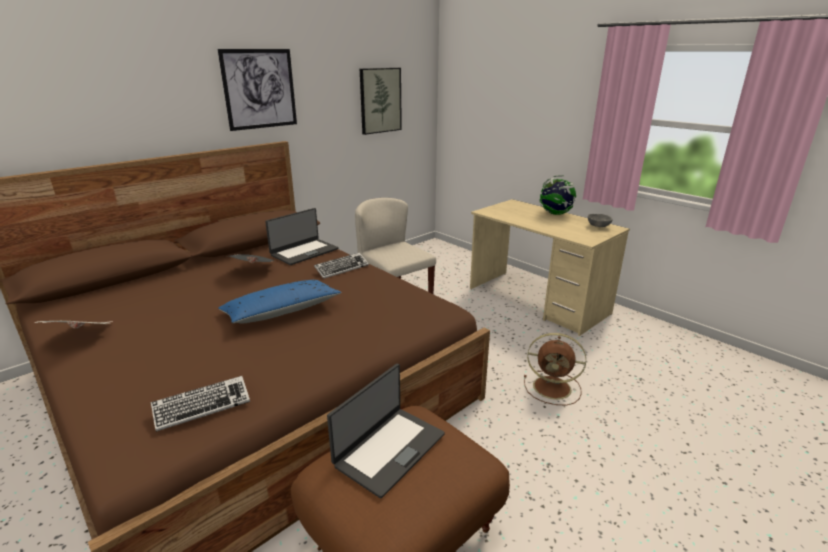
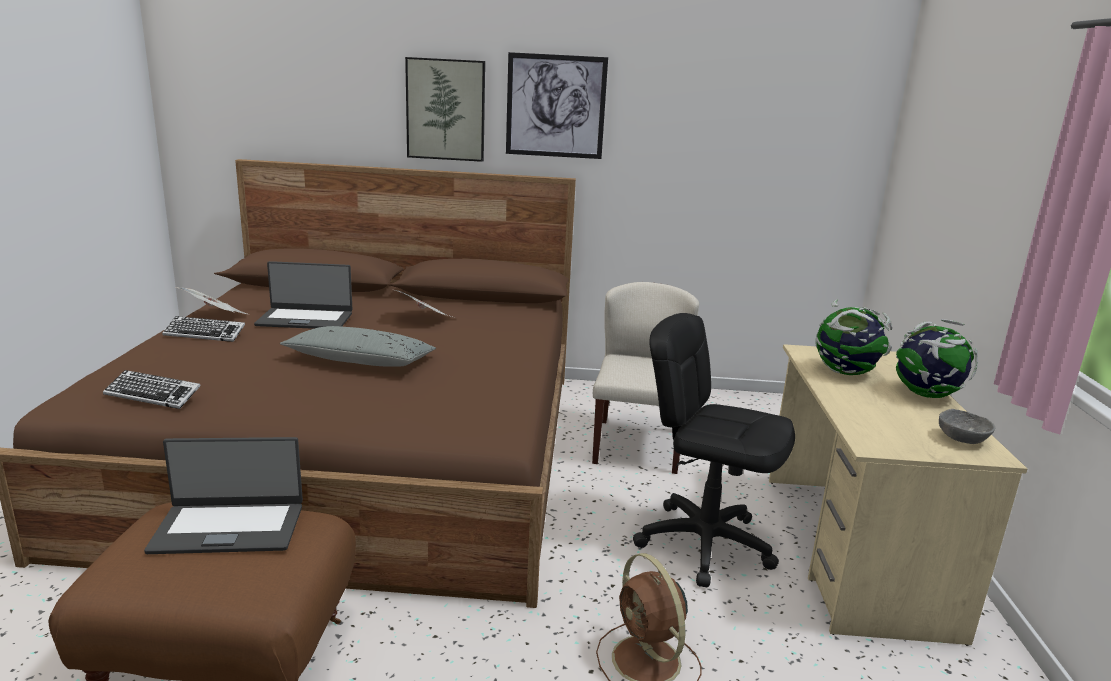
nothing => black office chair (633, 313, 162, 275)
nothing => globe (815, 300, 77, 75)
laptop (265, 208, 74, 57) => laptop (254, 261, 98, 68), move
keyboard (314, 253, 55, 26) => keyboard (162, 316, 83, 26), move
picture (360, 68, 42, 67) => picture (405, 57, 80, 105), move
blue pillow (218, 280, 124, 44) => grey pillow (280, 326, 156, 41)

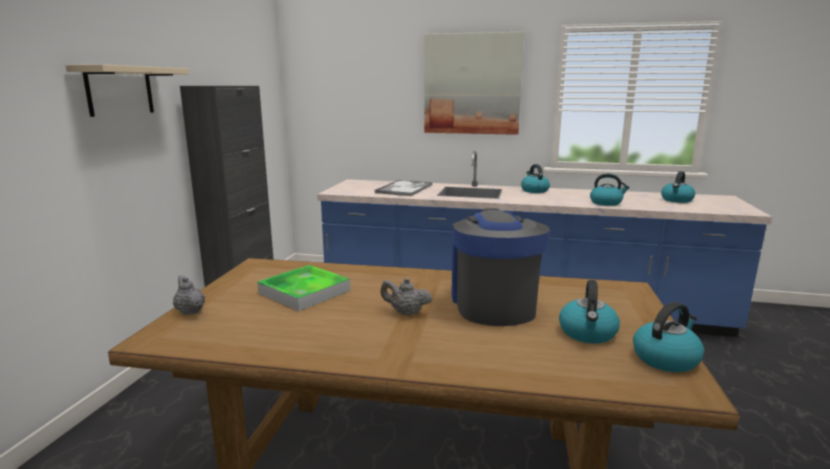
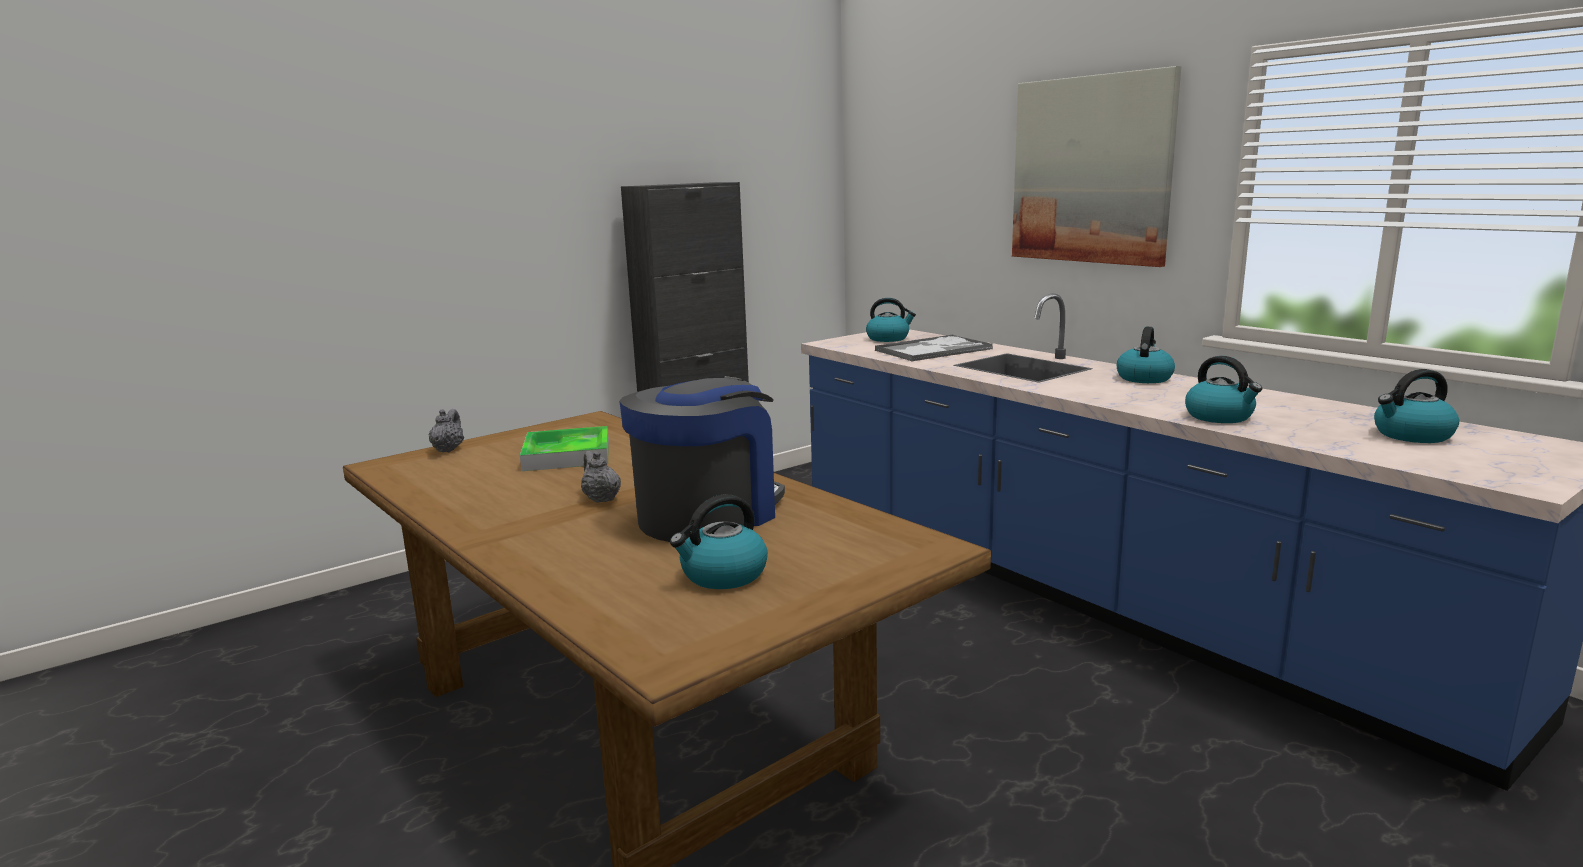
beige shelf (65, 64, 125, 53) => nothing
kettle (633, 302, 71, 70) => kettle (866, 298, 50, 44), move

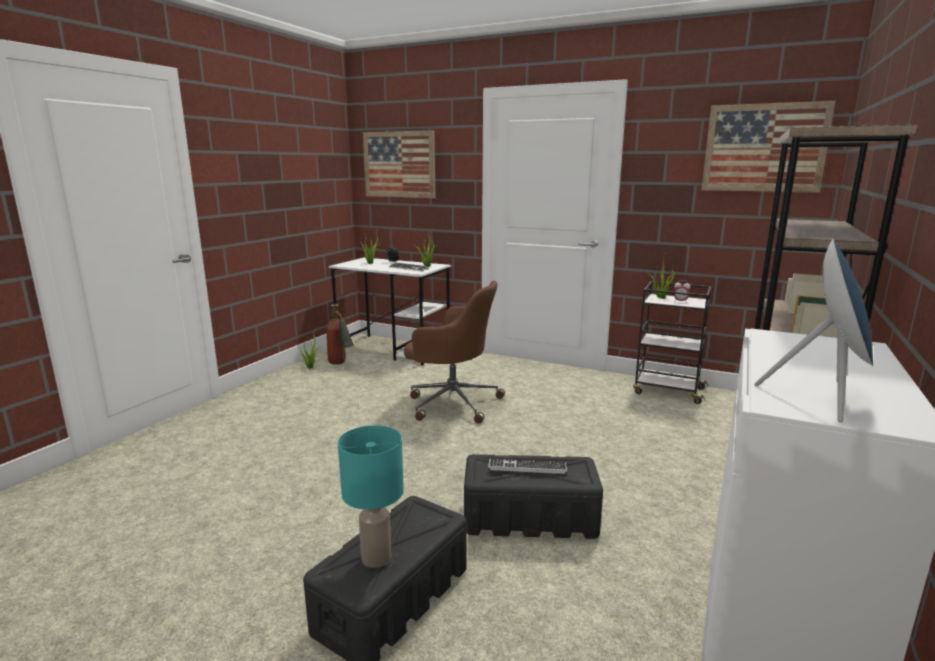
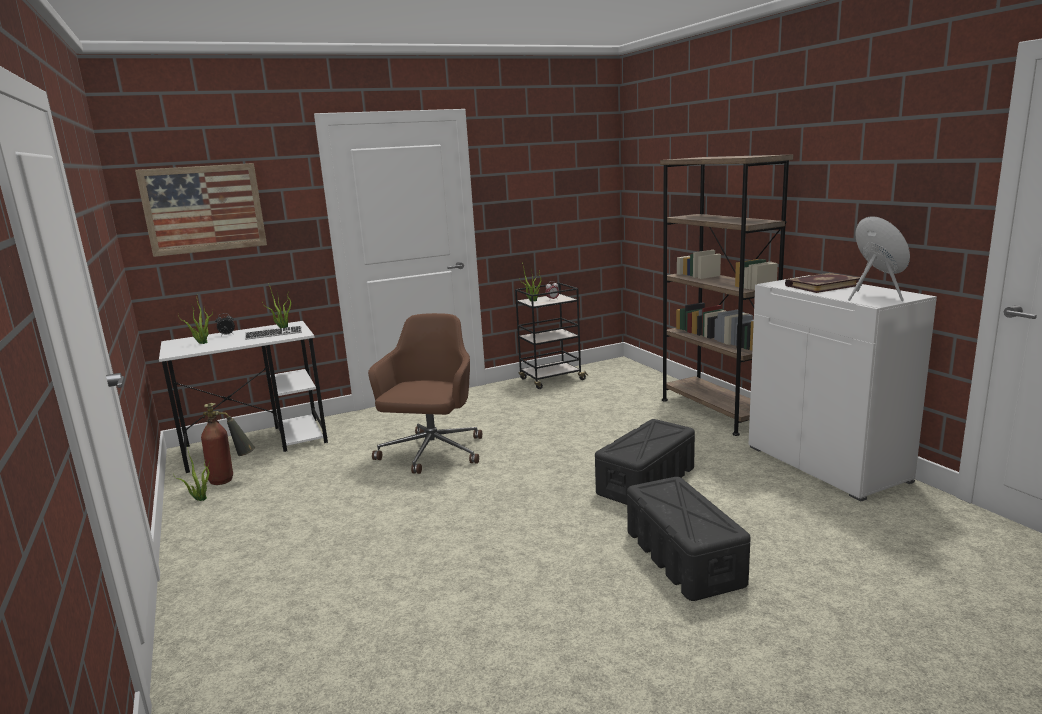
turquoise table lamp (338, 425, 66, 143) => nothing
keyboard (488, 459, 79, 15) => nothing
picture (701, 101, 135, 92) => nothing
nothing => book (785, 273, 77, 20)
brown office chair (404, 281, 101, 143) => brown office chair (368, 313, 114, 161), 45 degrees counterclockwise

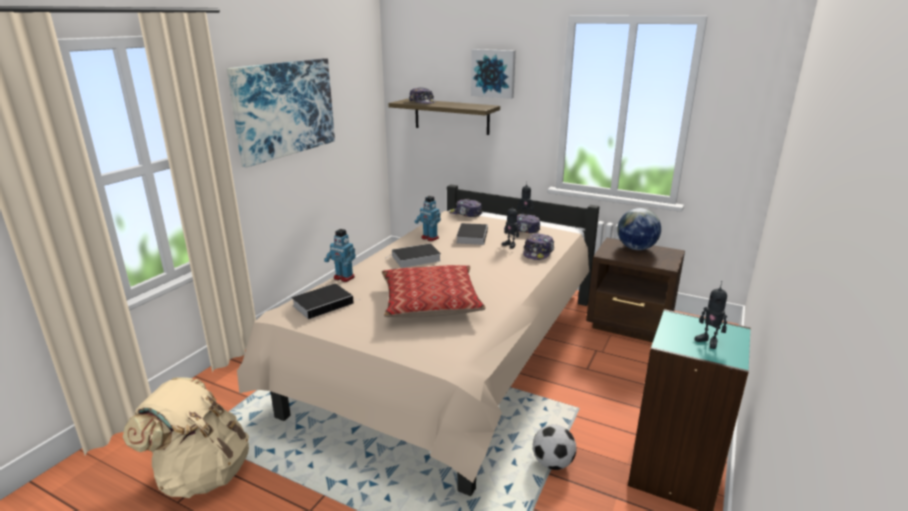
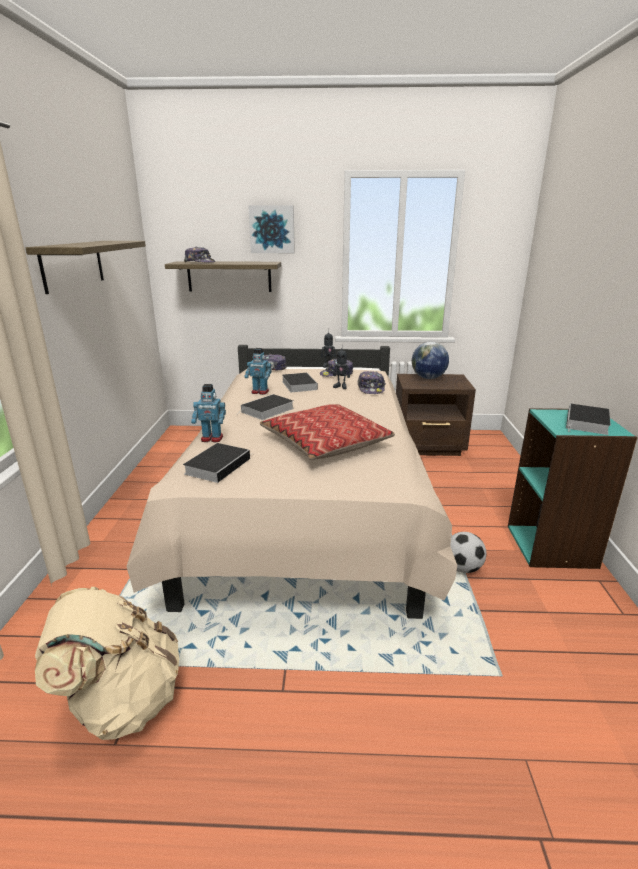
picture (227, 58, 108, 110) => shelf (25, 241, 121, 53)
toy robot (694, 281, 33, 68) => book (566, 404, 45, 31)

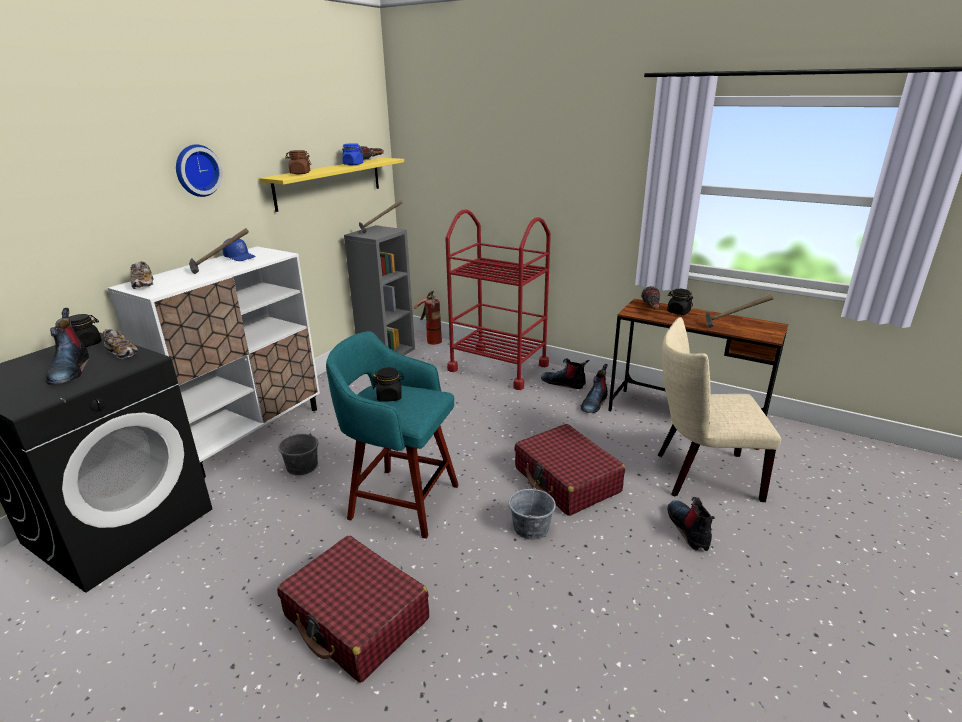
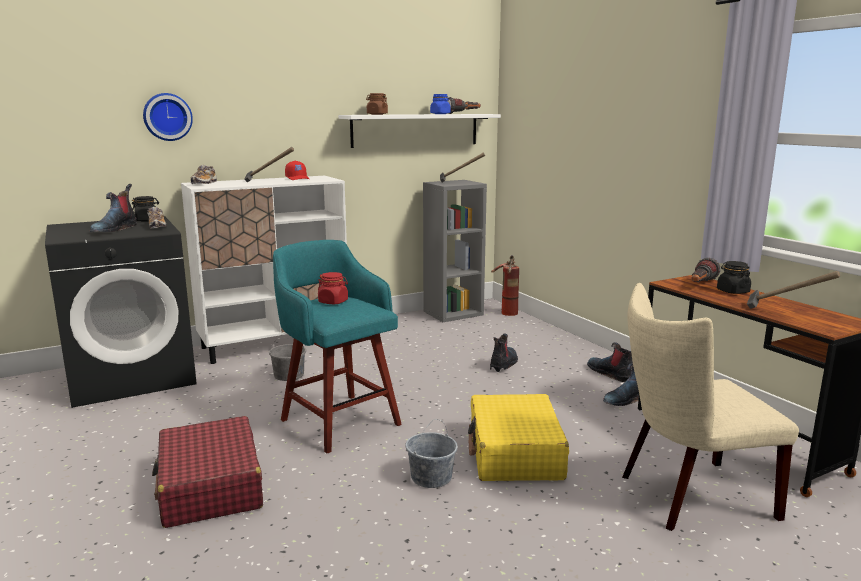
red cart (445, 209, 106, 181) => nothing
wall clock (176, 144, 47, 53) => wall clock (143, 93, 50, 48), move
boot (667, 497, 48, 54) => boot (490, 333, 28, 39), move
blue cap (222, 238, 34, 23) => red cap (285, 161, 24, 19)
yellow shelf (259, 158, 145, 54) => white shelf (338, 114, 163, 34)
black jar (373, 367, 31, 35) => red jar (318, 272, 30, 32)
red suitcase (514, 424, 111, 92) => yellow suitcase (468, 394, 101, 87)
beige chair (658, 317, 123, 185) => beige chair (622, 283, 177, 248), 45 degrees counterclockwise

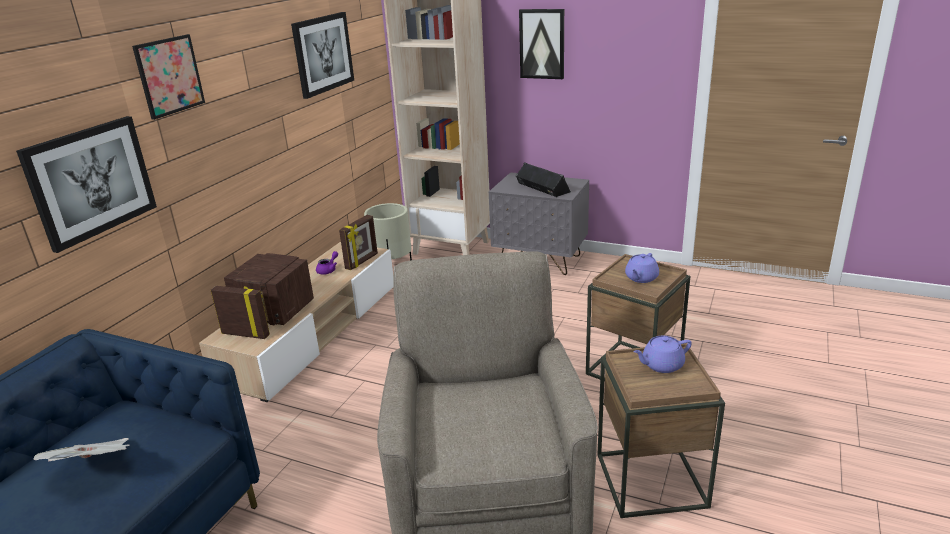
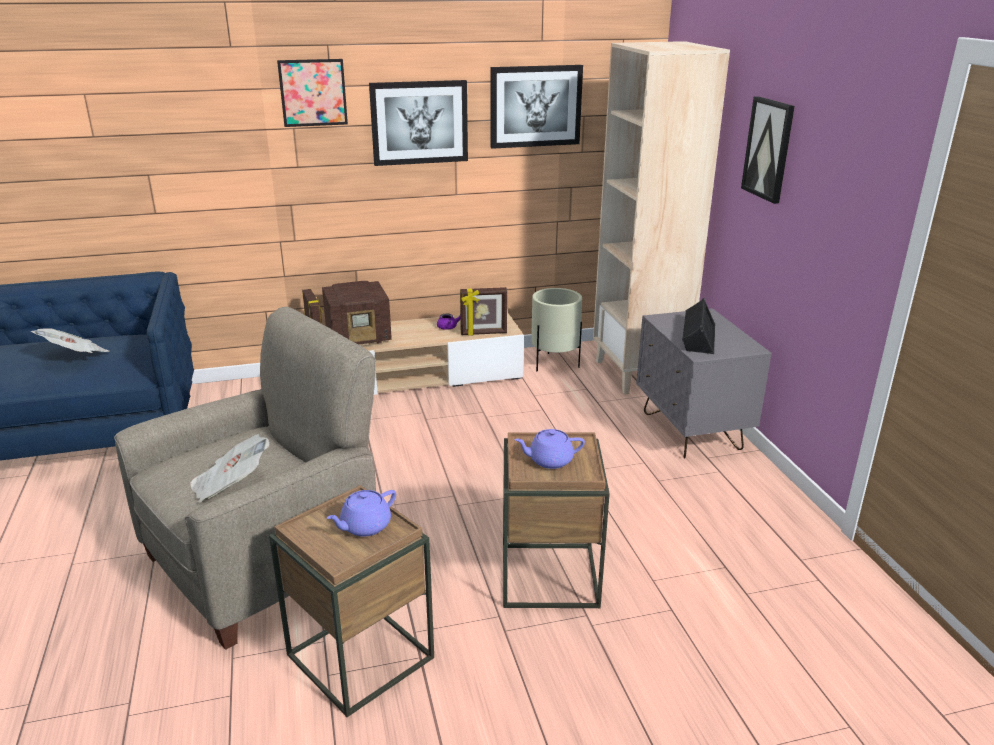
nothing => newspaper (190, 434, 79, 69)
picture (16, 116, 141, 137) => picture (369, 80, 99, 86), move
radio (224, 253, 90, 72) => radio (322, 281, 70, 64), 90 degrees counterclockwise
purple teapot (633, 336, 59, 37) => purple teapot (327, 490, 69, 47), 75 degrees counterclockwise

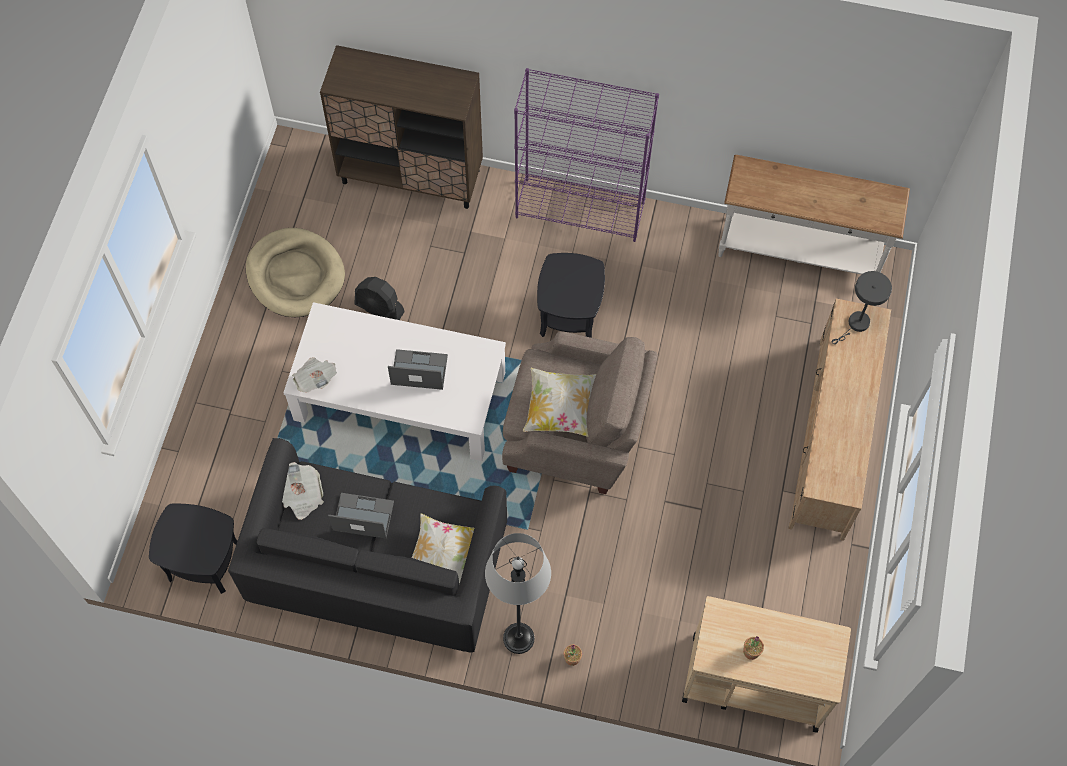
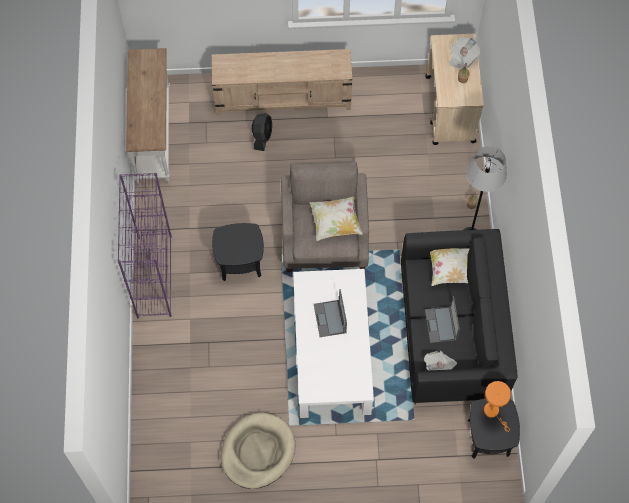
brown cabinet (320, 45, 163, 164) => nothing
grey table lamp (832, 271, 60, 73) => nothing
nothing => orange table lamp (484, 381, 27, 51)
newspaper (292, 357, 45, 35) => newspaper (449, 37, 31, 32), move
black fan (354, 277, 51, 43) => black fan (252, 113, 20, 38), move

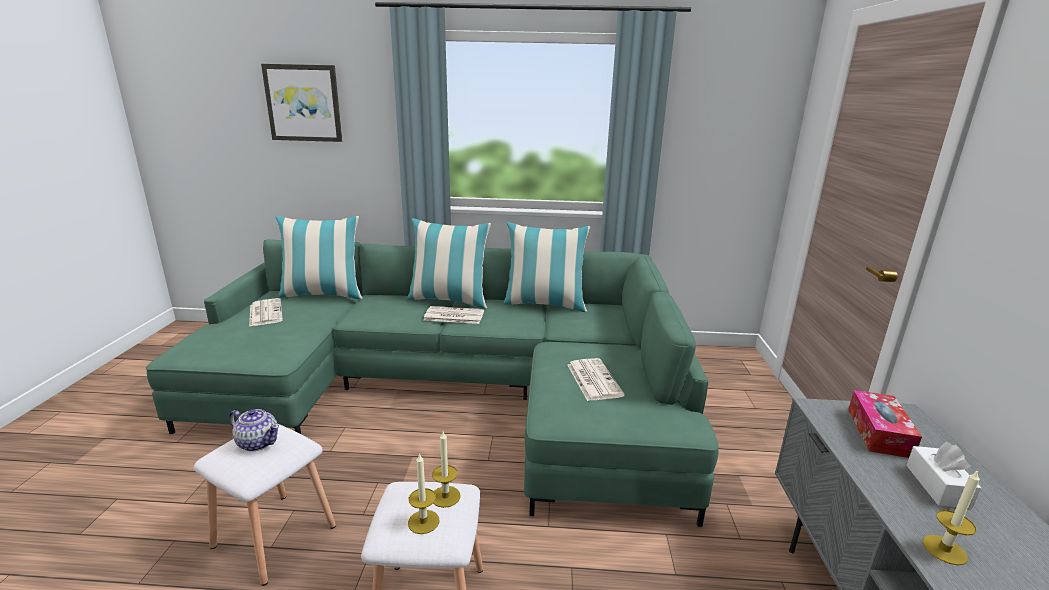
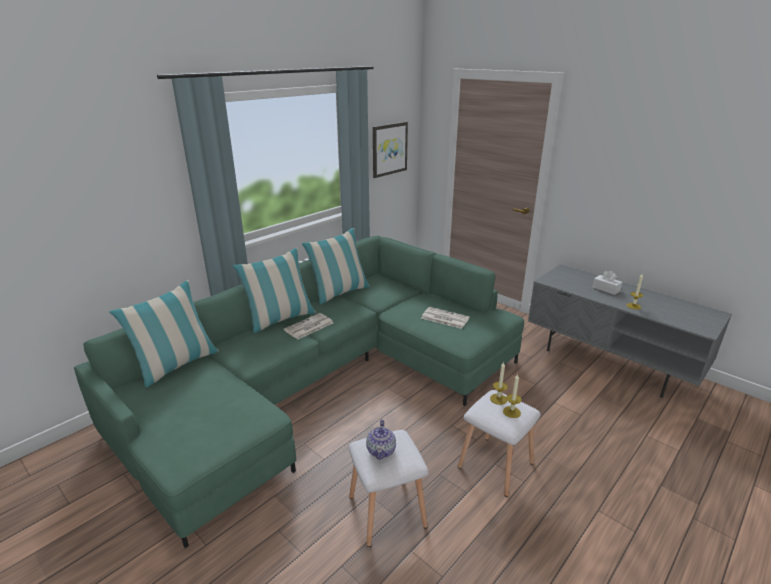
newspaper (249, 298, 34, 29) => nothing
tissue box (848, 390, 74, 68) => nothing
picture (261, 64, 81, 78) => picture (373, 122, 35, 56), move
teapot (229, 409, 50, 42) => teapot (366, 420, 30, 40), 120 degrees clockwise

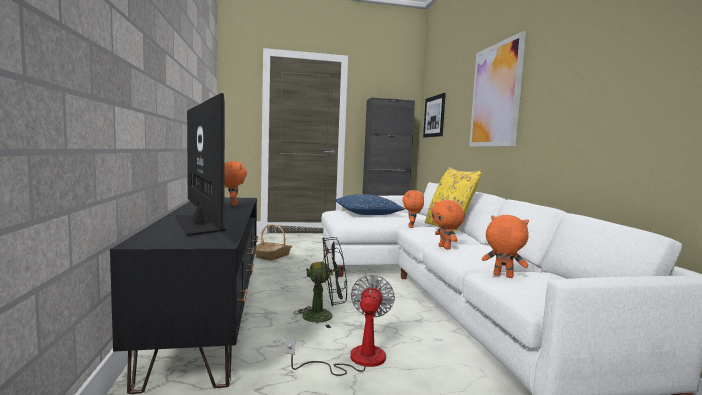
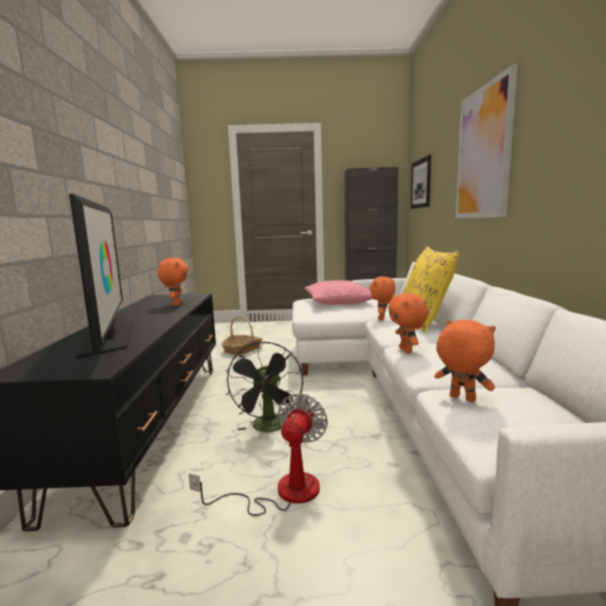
blue pillow (335, 194, 70, 21) => pink pillow (305, 280, 67, 25)
black fan (294, 237, 53, 91) => black fan (225, 341, 78, 91), 90 degrees clockwise

